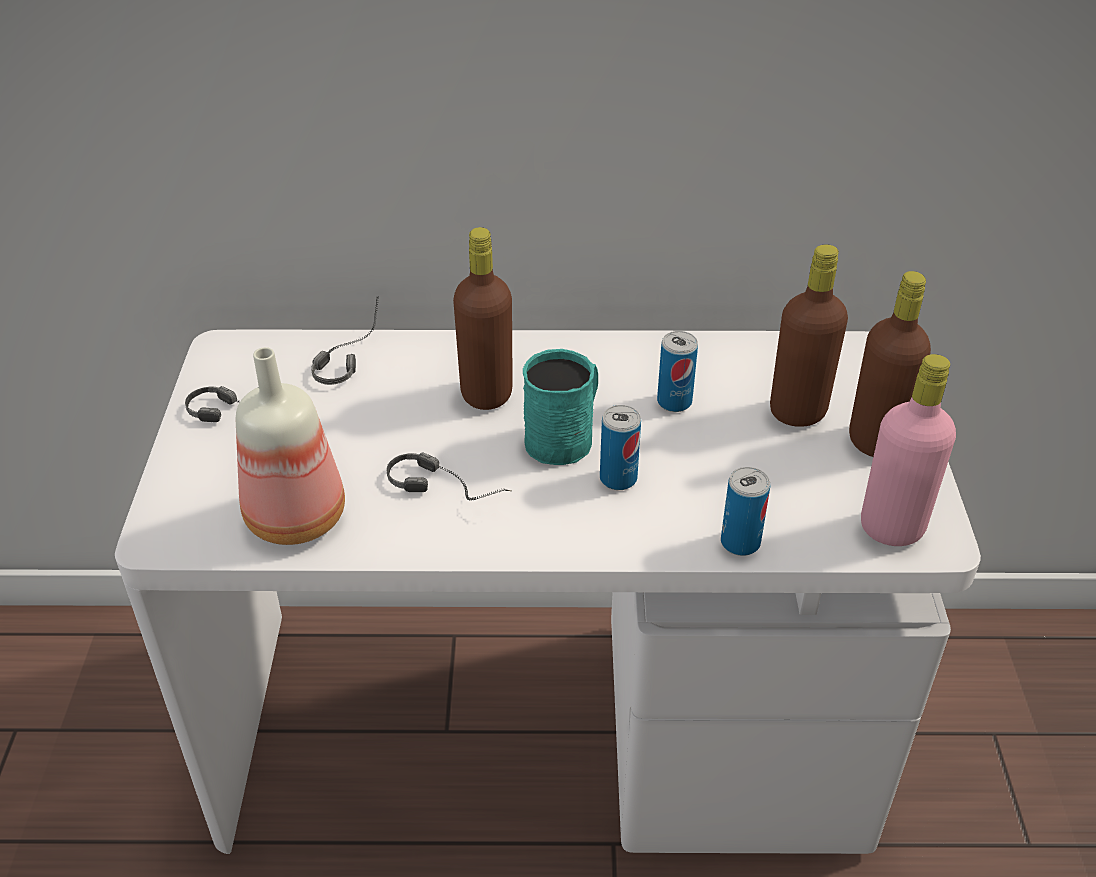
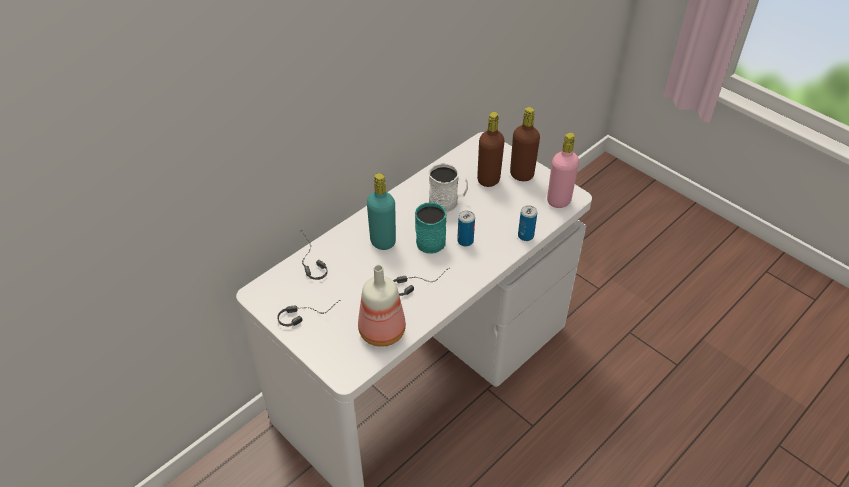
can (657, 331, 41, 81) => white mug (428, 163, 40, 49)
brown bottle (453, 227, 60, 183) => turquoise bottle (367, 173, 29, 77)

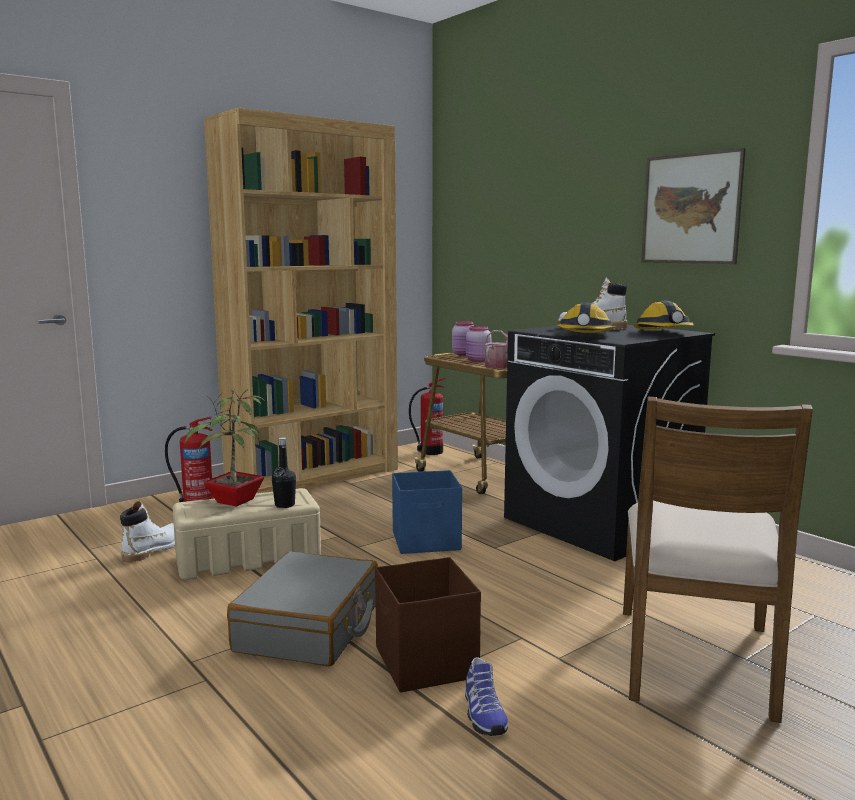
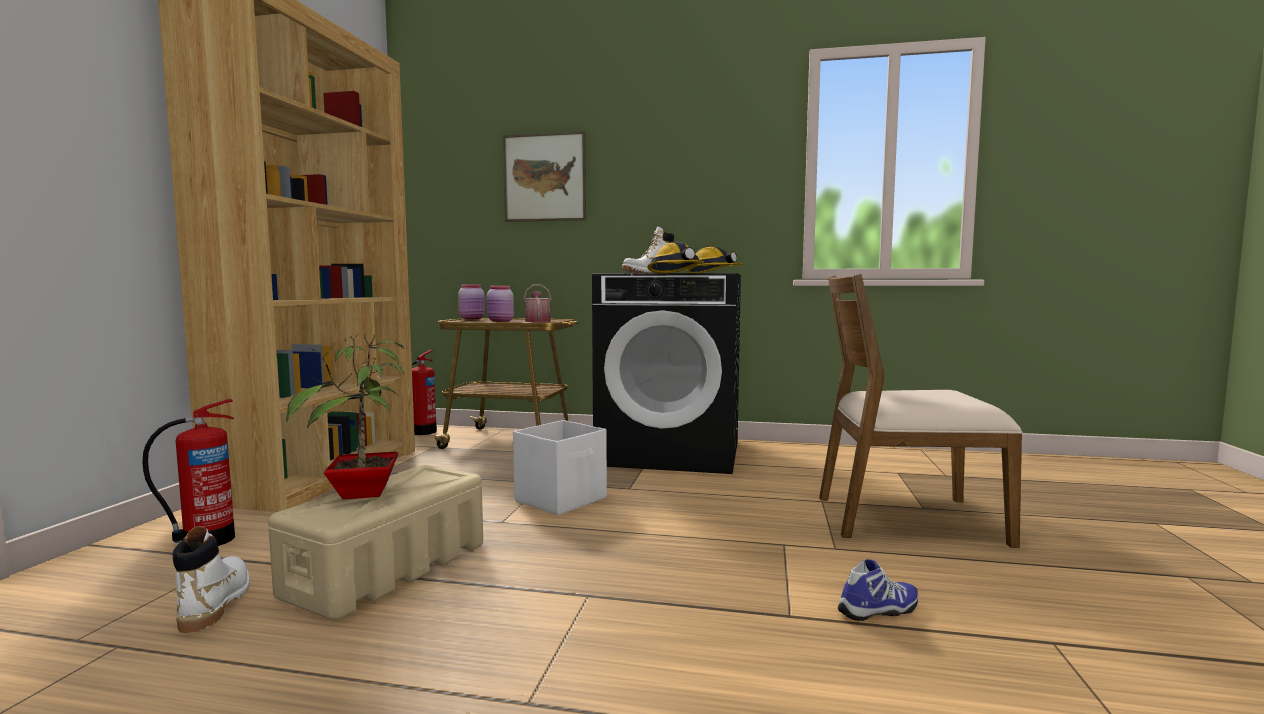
grey suitcase (227, 551, 151, 116) => nothing
black bottle (272, 437, 24, 71) => nothing
brown storage box (375, 557, 106, 135) => nothing
picture (641, 148, 105, 116) => picture (503, 131, 83, 91), move
blue storage box (392, 470, 70, 84) => white storage box (513, 420, 94, 95)
shoe (465, 657, 43, 79) => shoe (838, 559, 80, 62), 60 degrees counterclockwise
brown chair (623, 397, 190, 326) => brown chair (819, 274, 204, 274), 120 degrees clockwise

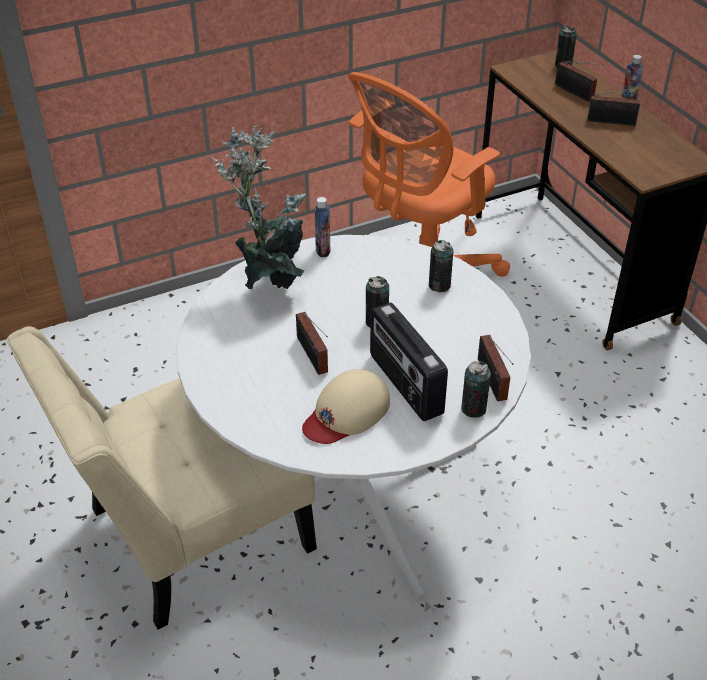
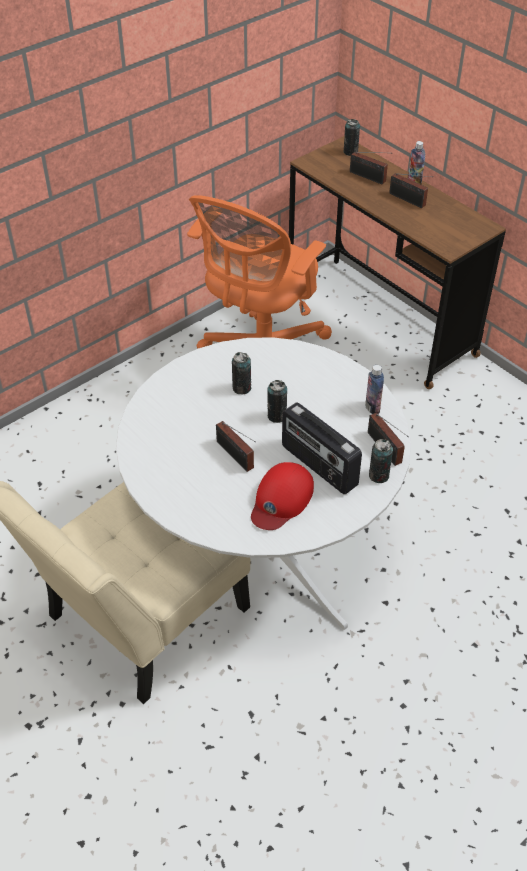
potted plant (211, 125, 95, 165) => nothing
bottle (315, 197, 15, 60) => bottle (365, 365, 19, 49), move
can (429, 240, 24, 52) => can (232, 352, 19, 43), move
beige cap (302, 369, 88, 75) => red cap (251, 462, 63, 68)
radio (588, 85, 62, 41) => radio (389, 173, 44, 35), 45 degrees clockwise

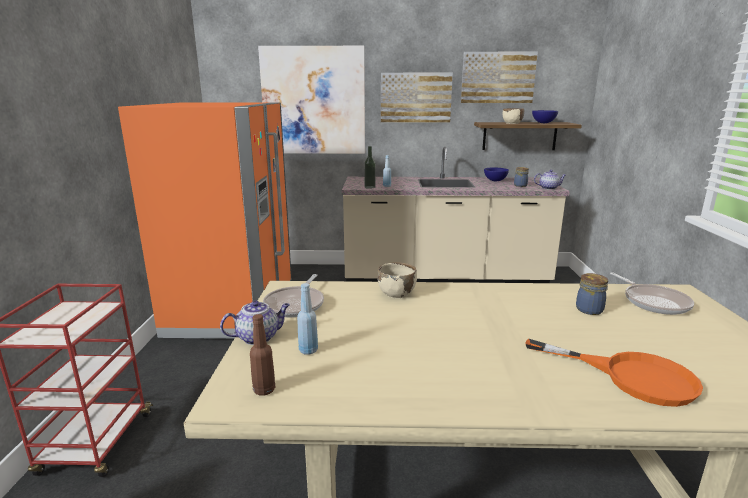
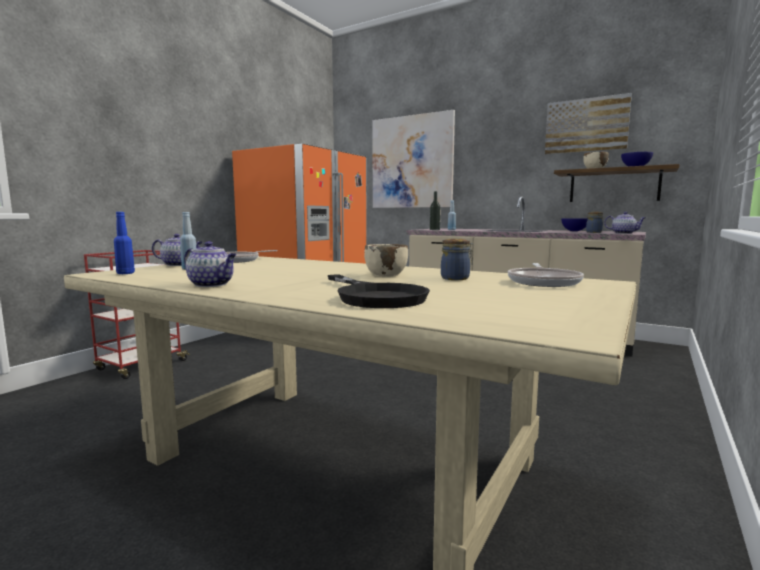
picture (381, 73, 72, 50) => nothing
nothing => teapot (184, 241, 53, 46)
beige bowl (377, 262, 40, 36) => beige bowl (364, 244, 44, 33), move
brown bottle (250, 314, 25, 82) => blue bottle (114, 212, 21, 62)
orange frying pan (525, 339, 178, 68) => black frying pan (328, 274, 102, 34)

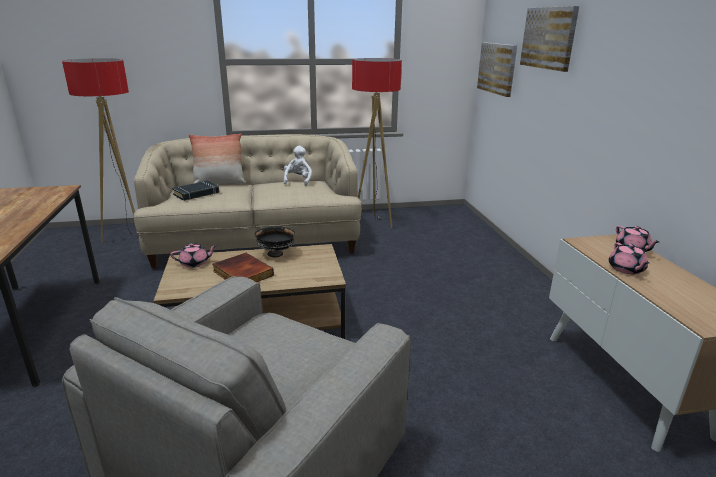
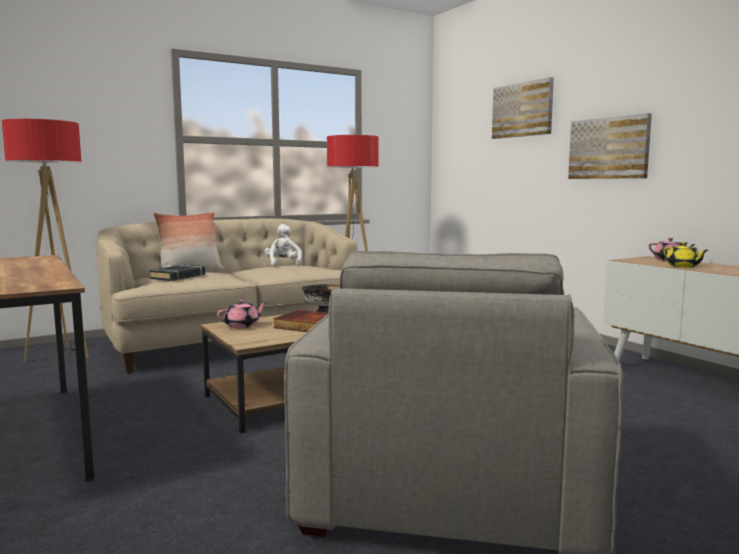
picture (477, 43, 40, 54) => picture (568, 113, 84, 66), move
pink teapot (609, 242, 40, 32) => yellow teapot (663, 242, 45, 25)

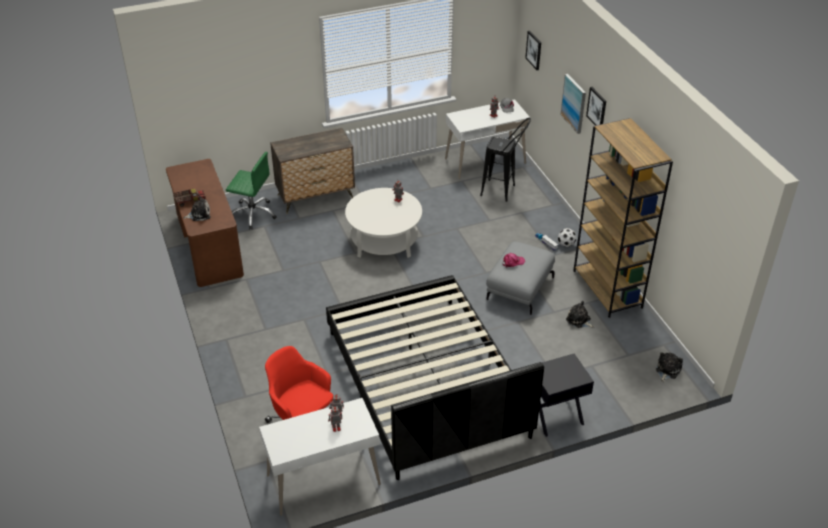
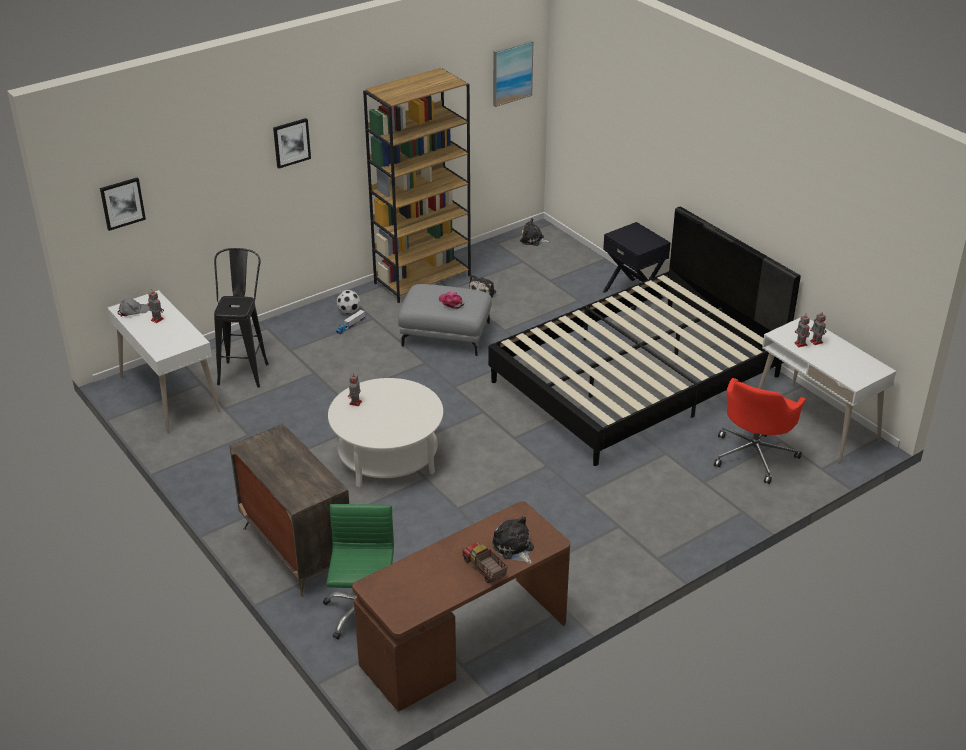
picture (560, 74, 26, 60) => picture (493, 40, 40, 67), move

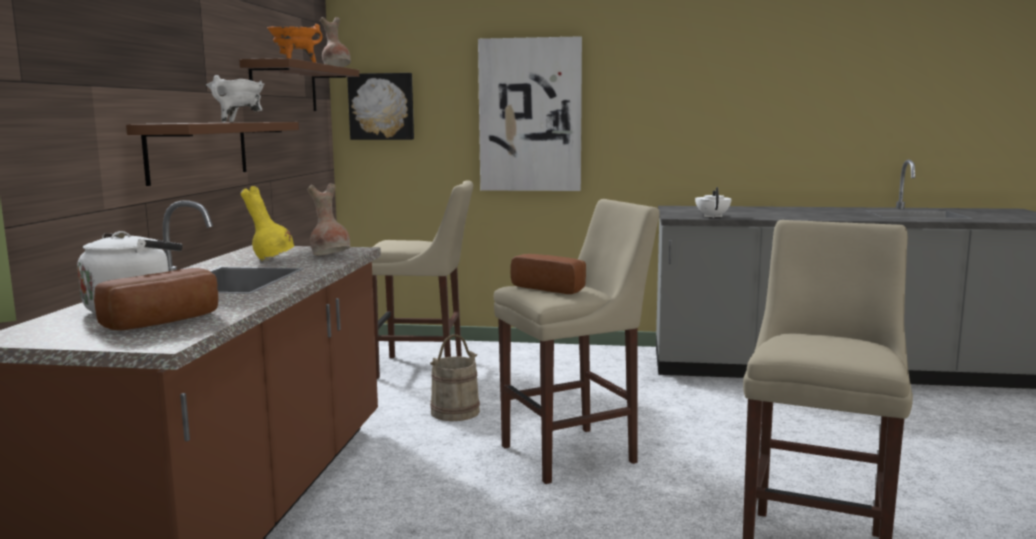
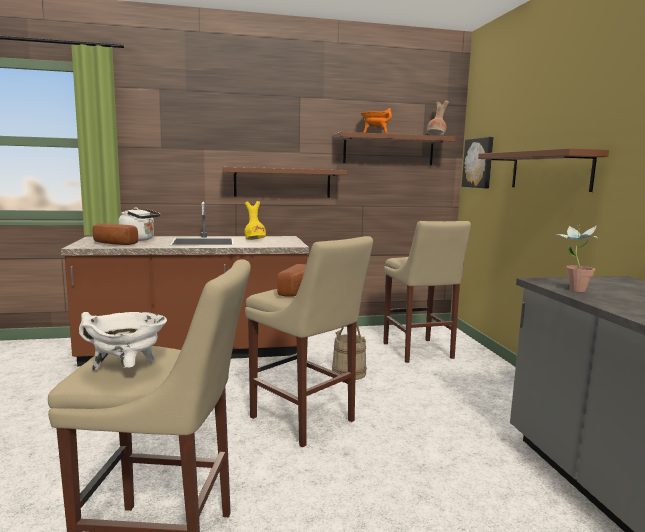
brown vase (307, 183, 43, 72) => nothing
white cooking pot (206, 75, 58, 47) => white cooking pot (79, 312, 88, 59), move
picture (478, 36, 104, 155) => brown shelf (478, 148, 131, 44)
white teapot (695, 187, 36, 31) => potted plant (554, 224, 44, 68)

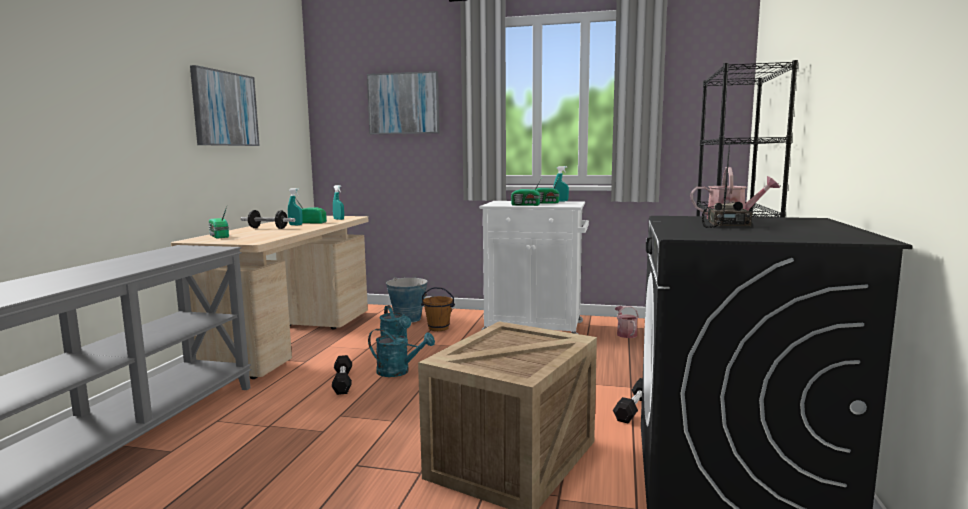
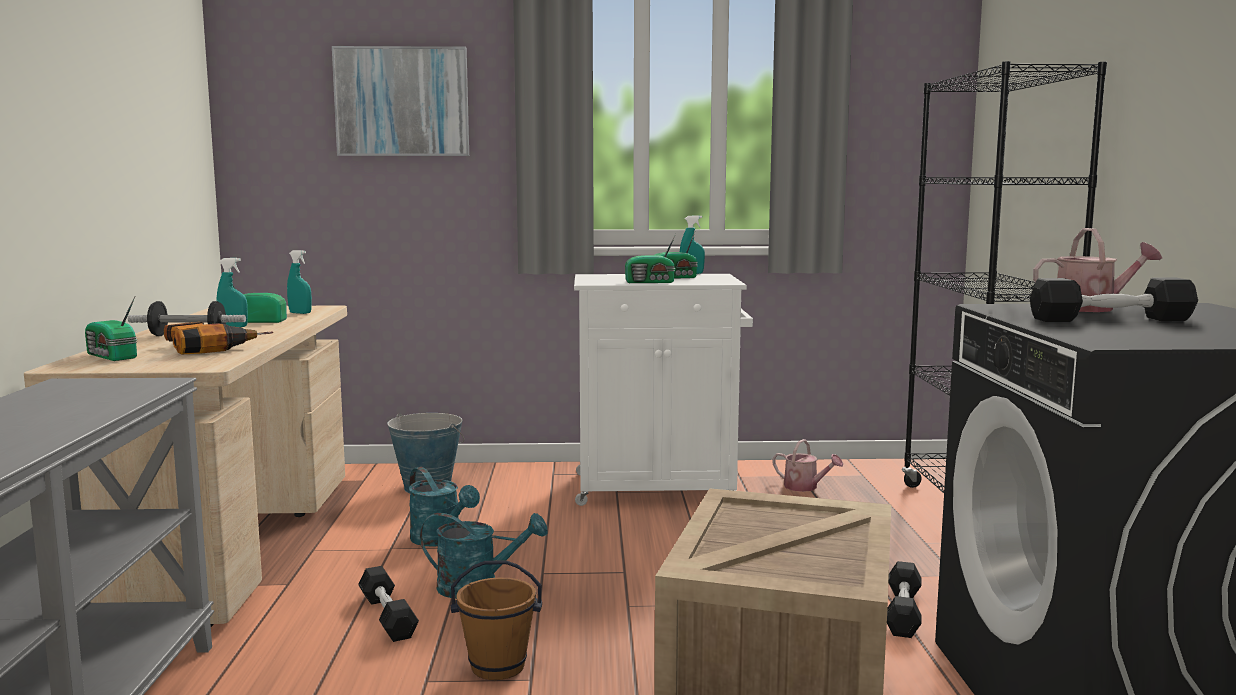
picture (190, 65, 70, 81) => nothing
nothing => power drill (164, 322, 109, 32)
brown bucket (421, 287, 34, 44) => brown bucket (451, 560, 91, 120), move
radio (702, 139, 50, 89) => black dumbbell (1030, 278, 168, 44)
watering can (615, 306, 24, 32) => watering can (772, 439, 71, 53), 150 degrees clockwise

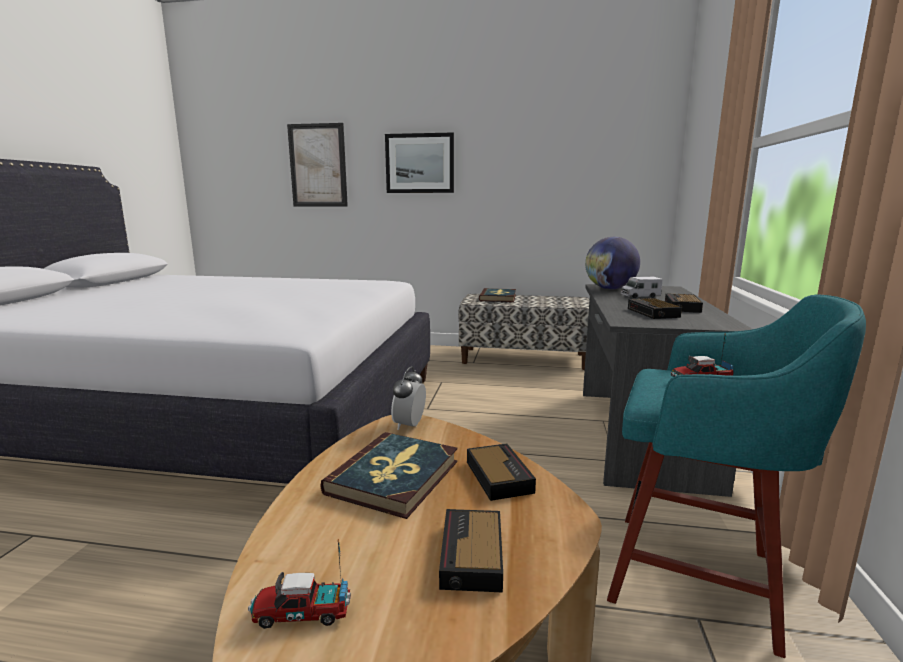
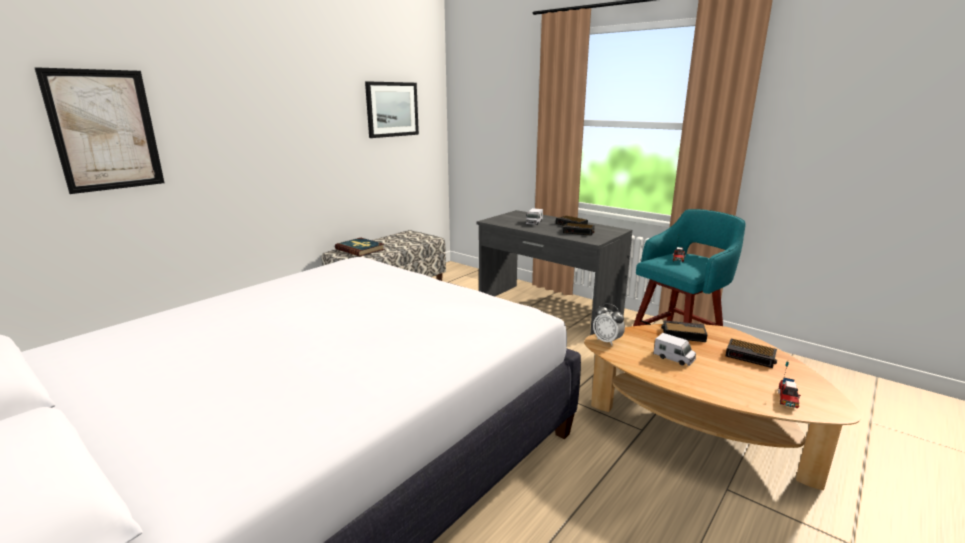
globe (585, 237, 55, 52) => nothing
picture (385, 132, 69, 61) => picture (365, 81, 54, 57), move
book (320, 432, 137, 87) => toy truck (653, 333, 43, 33)

